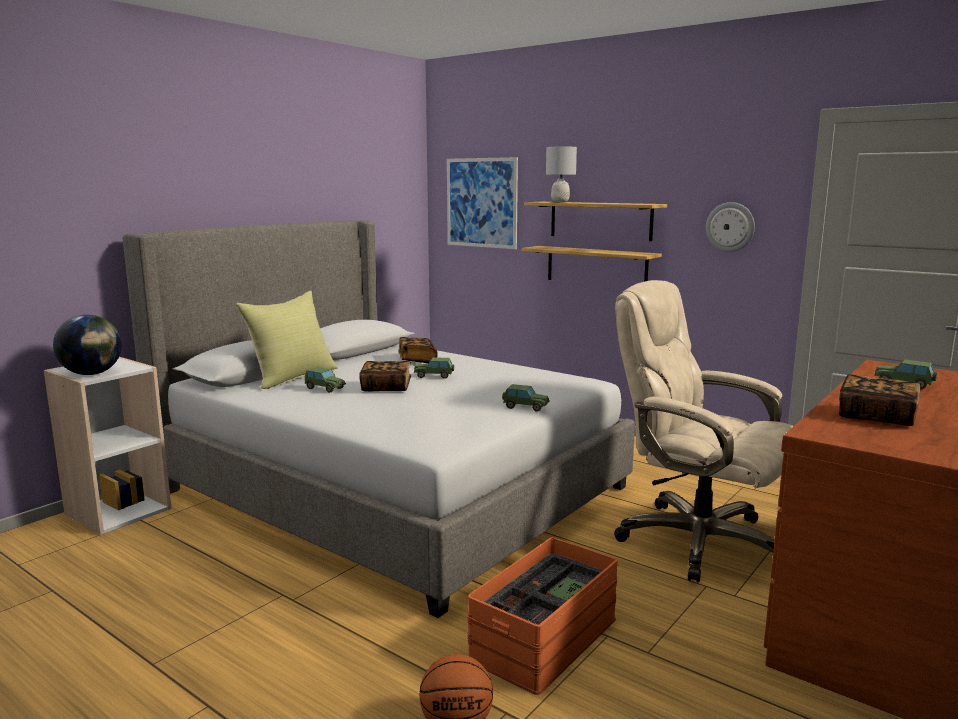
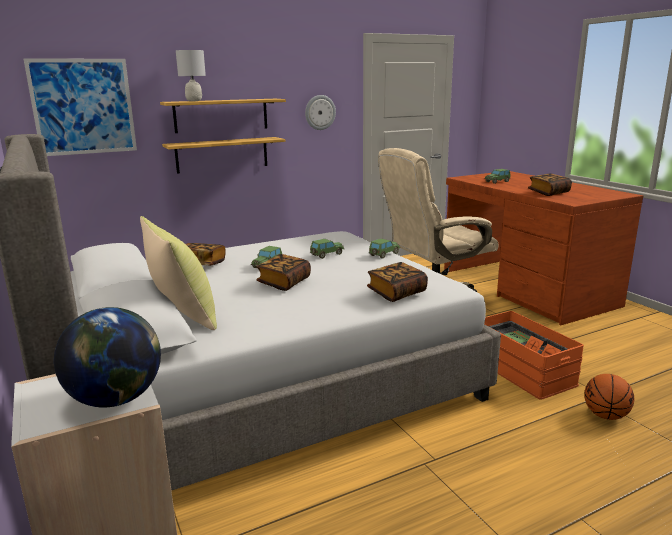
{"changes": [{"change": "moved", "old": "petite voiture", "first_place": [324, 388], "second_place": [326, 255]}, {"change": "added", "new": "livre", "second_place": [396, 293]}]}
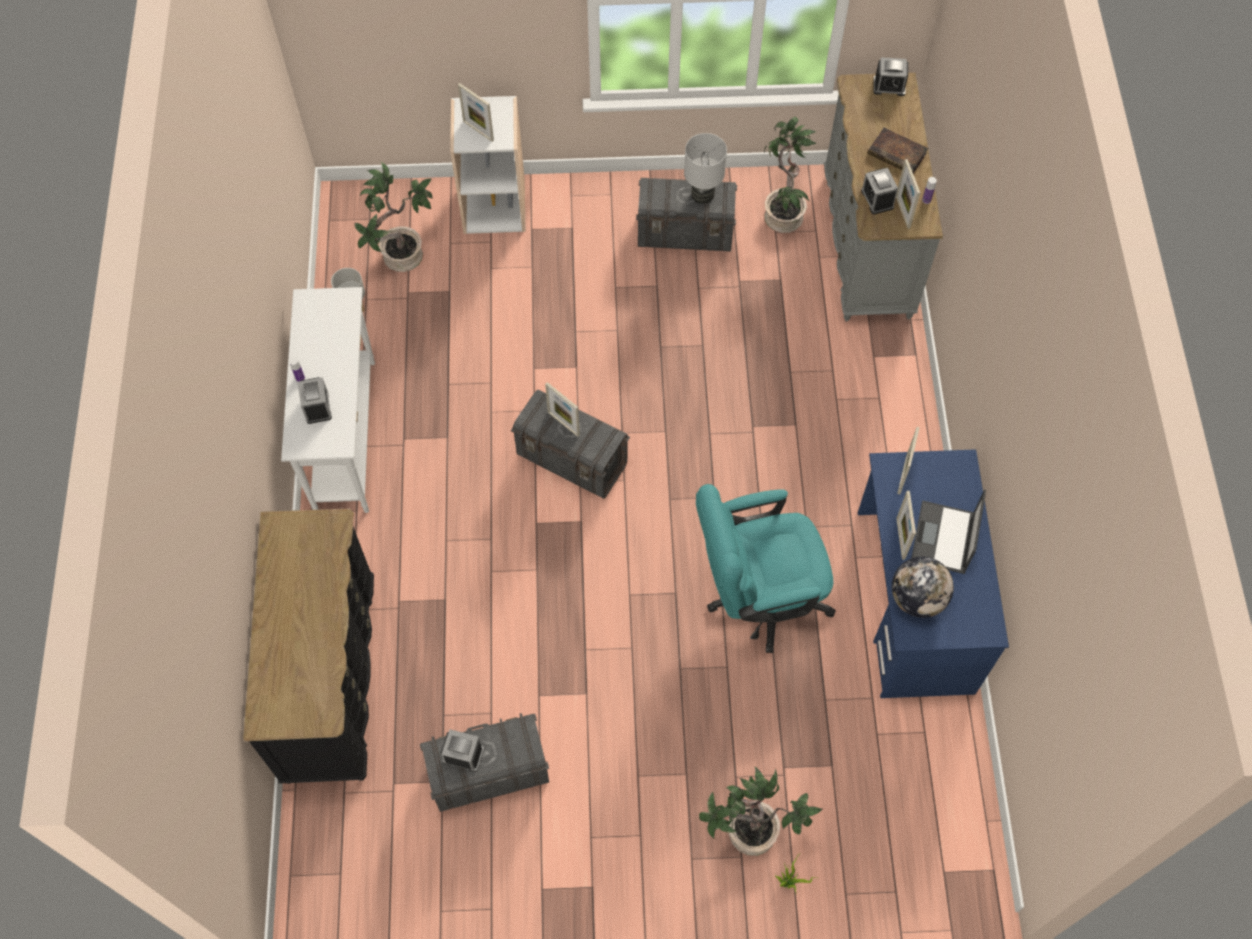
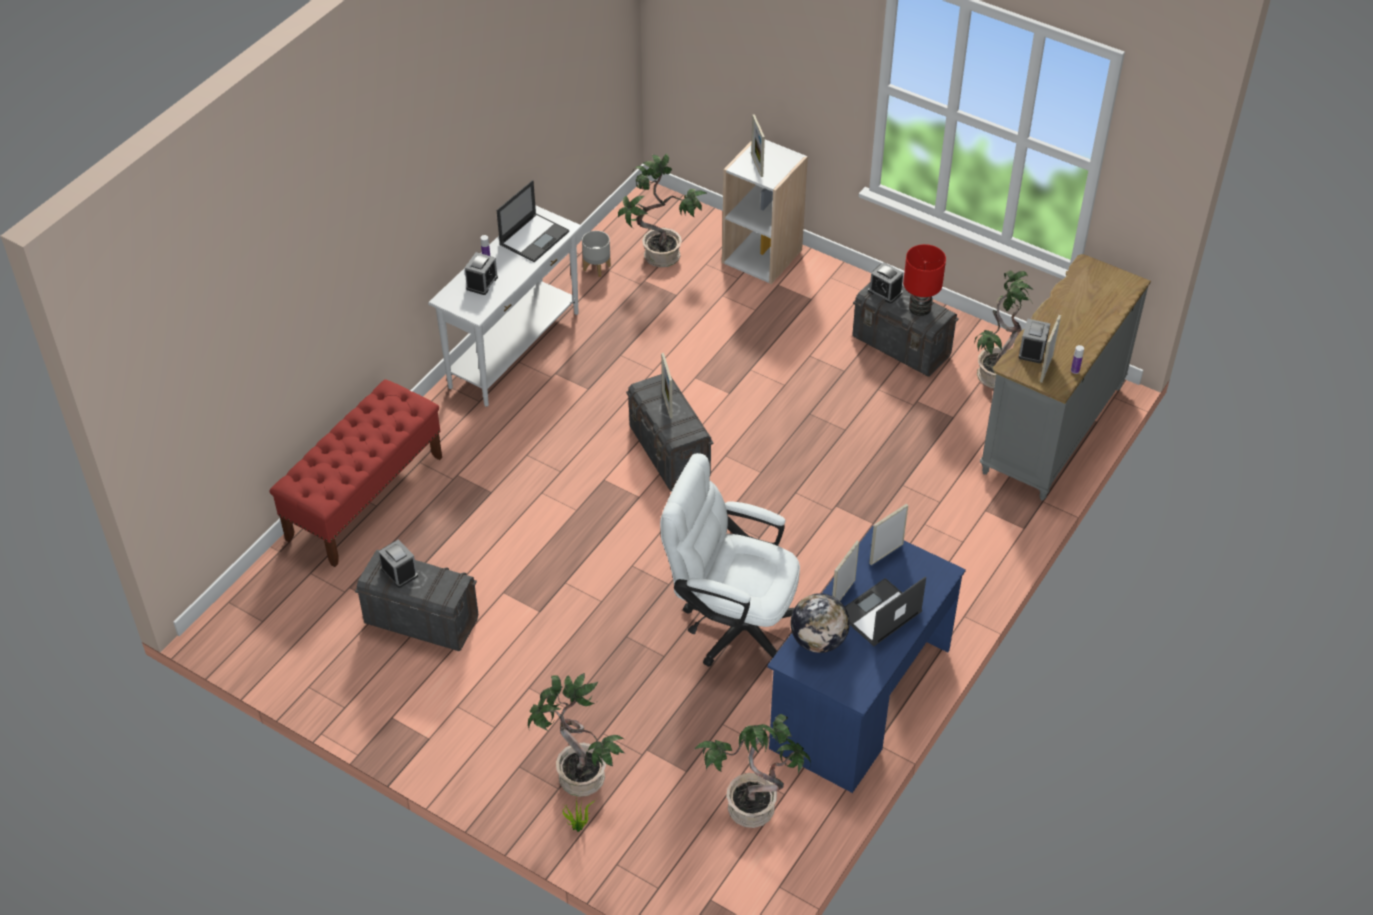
{"changes": [{"change": "moved", "old": "réveil", "first_place": [889, 86], "second_place": [885, 292]}, {"change": "removed", "old": "livre", "first_place": [898, 154]}, {"change": "recoloured", "old": "lampe de table/gris", "new": "lampe de table/rouge", "first_place": [703, 194], "second_place": [920, 308]}, {"change": "recoloured", "old": "chaise de bureau/turquoise", "new": "chaise de bureau/blanc", "first_place": [757, 597], "second_place": [731, 623]}, {"change": "replaced", "old": "commode/noir", "new": "banc/rouge", "first_place": [331, 679], "second_place": [365, 497]}, {"change": "added", "new": "ordinateur portable", "second_place": [534, 237]}, {"change": "added", "new": "plante en pot", "second_place": [752, 806]}]}
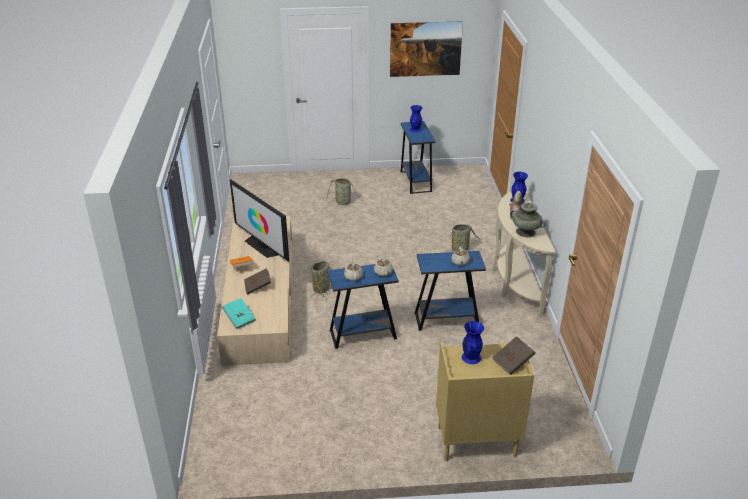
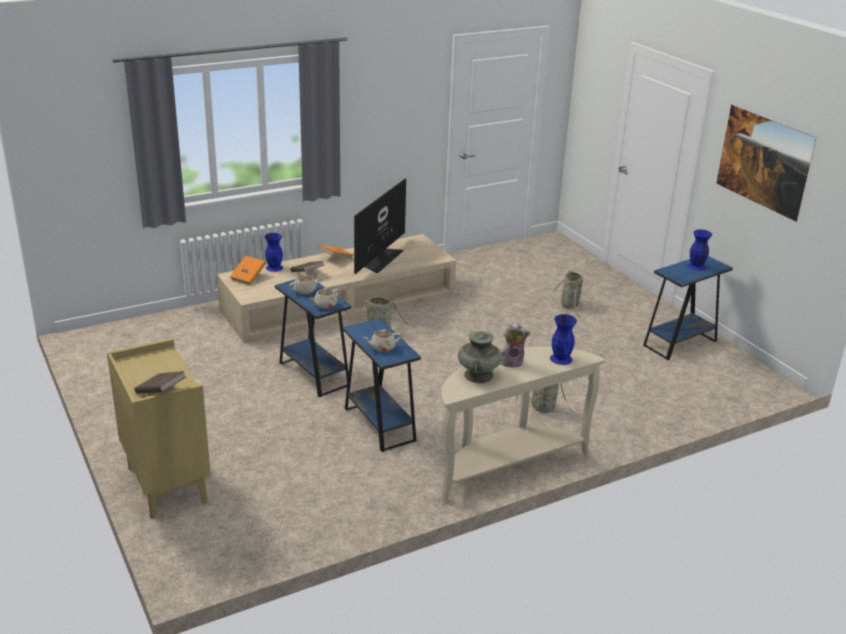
{"changes": [{"change": "recoloured", "old": "livre/turquoise", "new": "livre/orange", "first_place": [239, 319], "second_place": [248, 277]}, {"change": "moved", "old": "vase/bleu", "first_place": [471, 357], "second_place": [274, 267]}]}
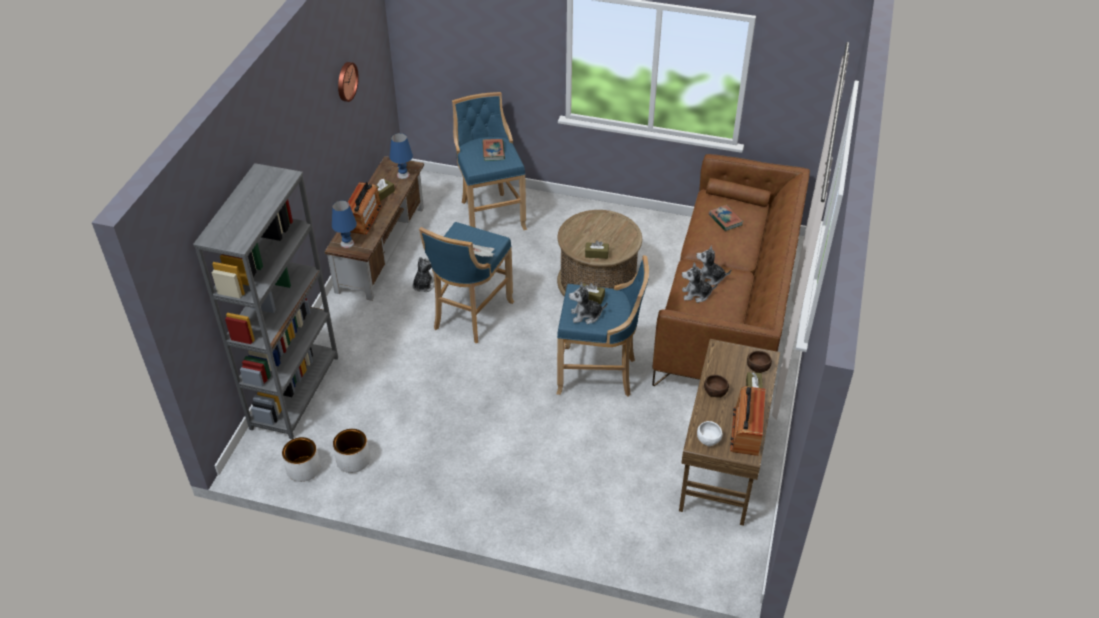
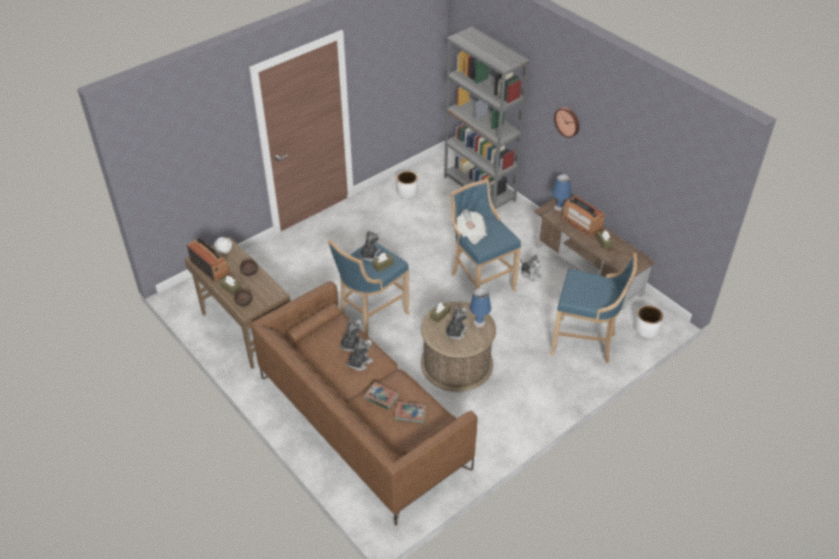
{"changes": [{"change": "moved", "old": "horloge murale", "first_place": [346, 81], "second_place": [567, 121]}, {"change": "moved", "old": "lampe de table/bleu", "first_place": [403, 175], "second_place": [479, 323]}, {"change": "moved", "old": "livre", "first_place": [493, 151], "second_place": [381, 397]}, {"change": "moved", "old": "cache-pot/blanc", "first_place": [303, 469], "second_place": [646, 329]}, {"change": "added", "new": "peluche", "second_place": [455, 332]}]}
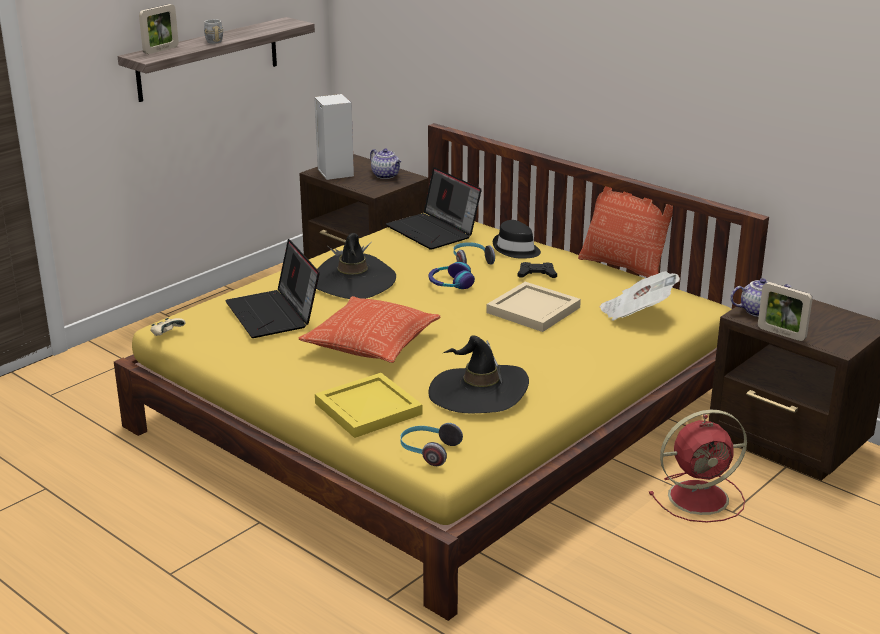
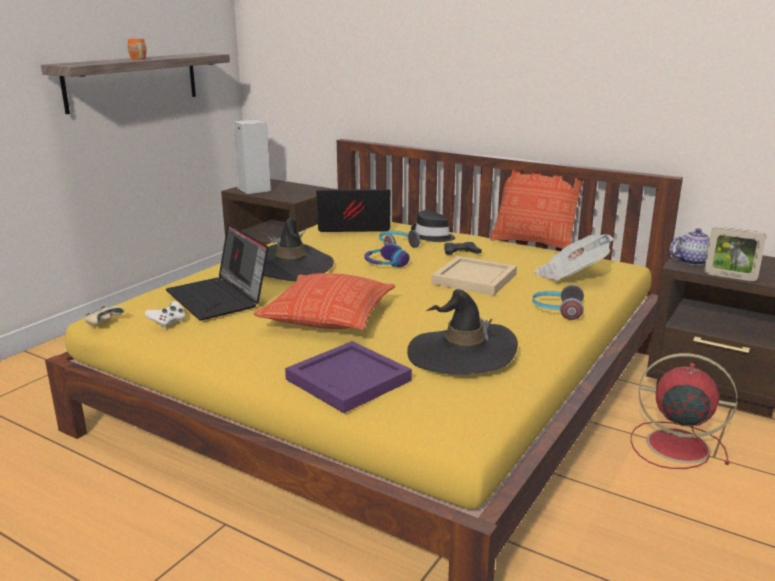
{"changes": [{"change": "removed", "old": "cadre photo", "first_place": [161, 50]}, {"change": "recoloured", "old": "mug/gris", "new": "mug/orange", "first_place": [213, 40], "second_place": [136, 59]}, {"change": "removed", "old": "théière", "first_place": [386, 175]}, {"change": "turned", "old": "ordinateur portable", "first_place": [434, 231], "second_place": [353, 228], "degrees": 135}, {"change": "recoloured", "old": "plateau/jaune", "new": "plateau/violet", "first_place": [370, 409], "second_place": [350, 380]}, {"change": "turned", "old": "ventilateur/rouge", "first_place": [701, 497], "second_place": [674, 445], "degrees": -135}, {"change": "moved", "old": "casque audio", "first_place": [428, 451], "second_place": [556, 311]}, {"change": "added", "new": "manette/blanc", "second_place": [168, 322]}]}
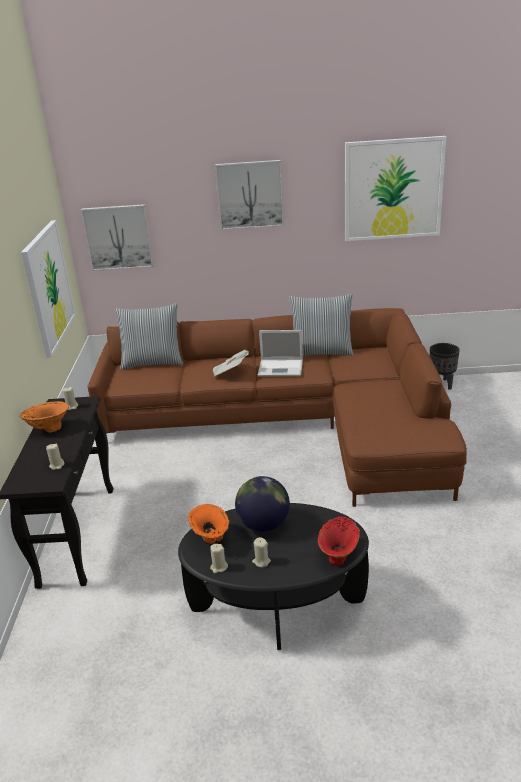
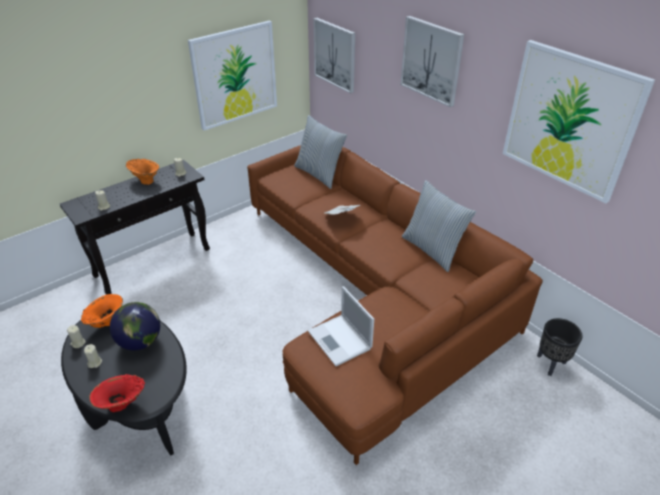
{"changes": [{"change": "moved", "old": "ordinateur portable", "first_place": [281, 368], "second_place": [340, 340]}]}
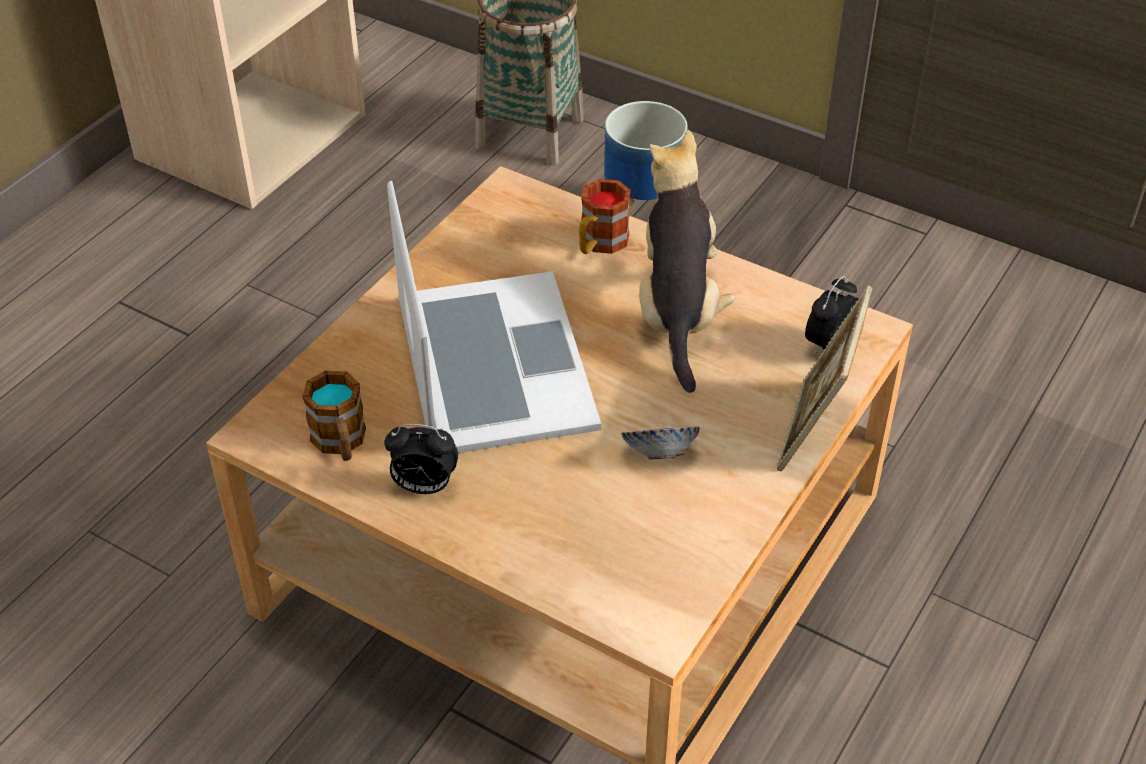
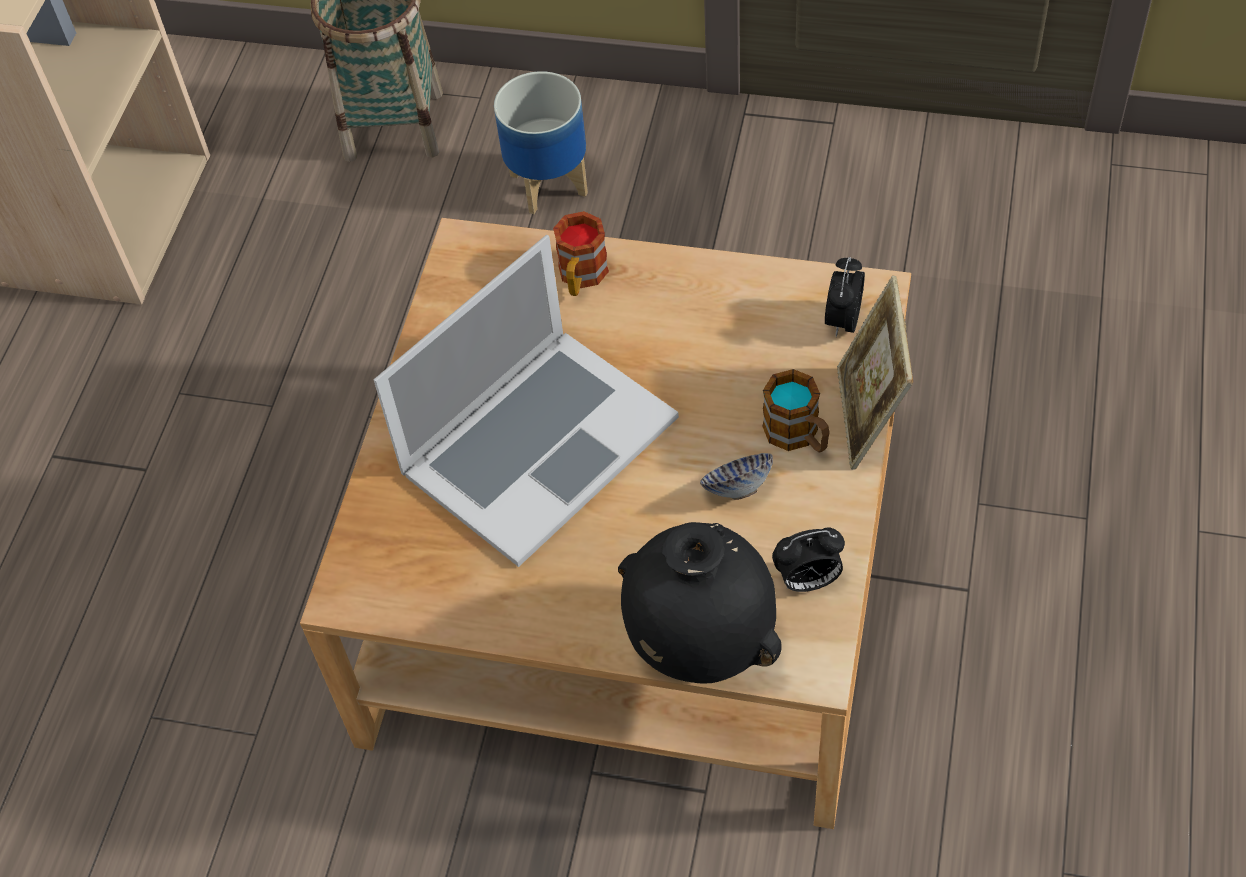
{"changes": [{"change": "removed", "old": "peluche", "first_place": [678, 312]}, {"change": "turned", "old": "ordinateur portable", "first_place": [492, 363], "second_place": [538, 443], "degrees": 75}, {"change": "moved", "old": "mug", "first_place": [341, 443], "second_place": [798, 436]}, {"change": "moved", "old": "réveil", "first_place": [424, 486], "second_place": [807, 580]}, {"change": "added", "new": "vase/noir", "second_place": [698, 643]}]}
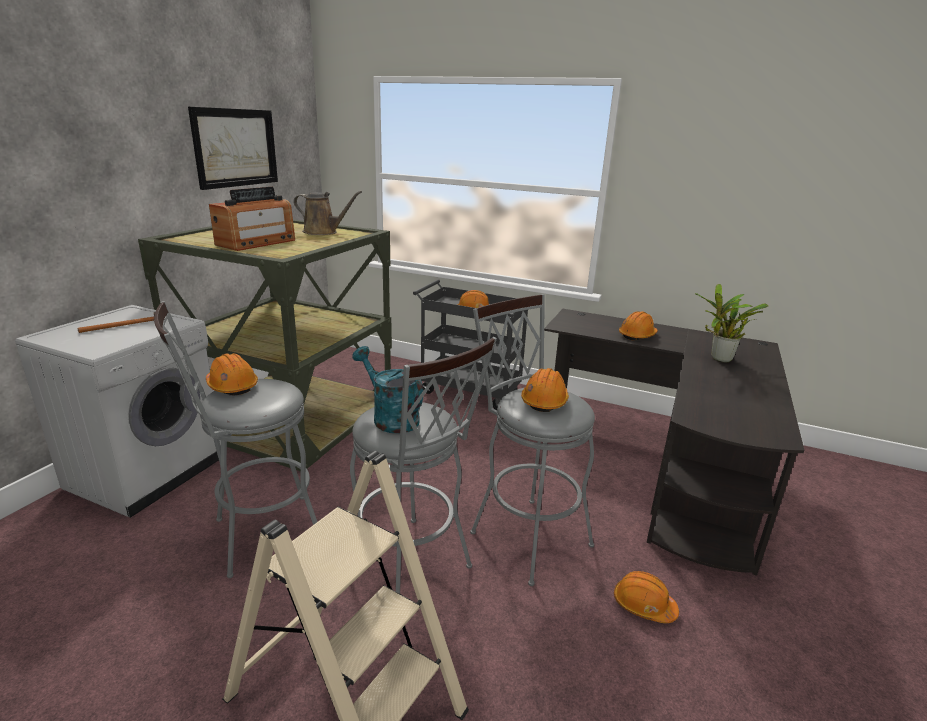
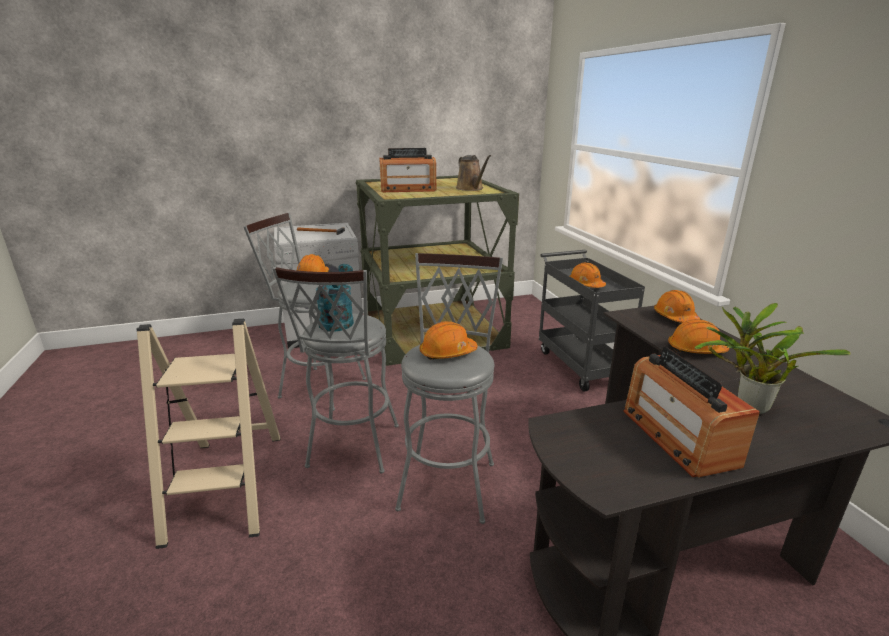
{"changes": [{"change": "removed", "old": "tableau", "first_place": [235, 147]}, {"change": "moved", "old": "casque de chantier/orange", "first_place": [643, 605], "second_place": [675, 317]}, {"change": "added", "new": "radio", "second_place": [677, 436]}]}
